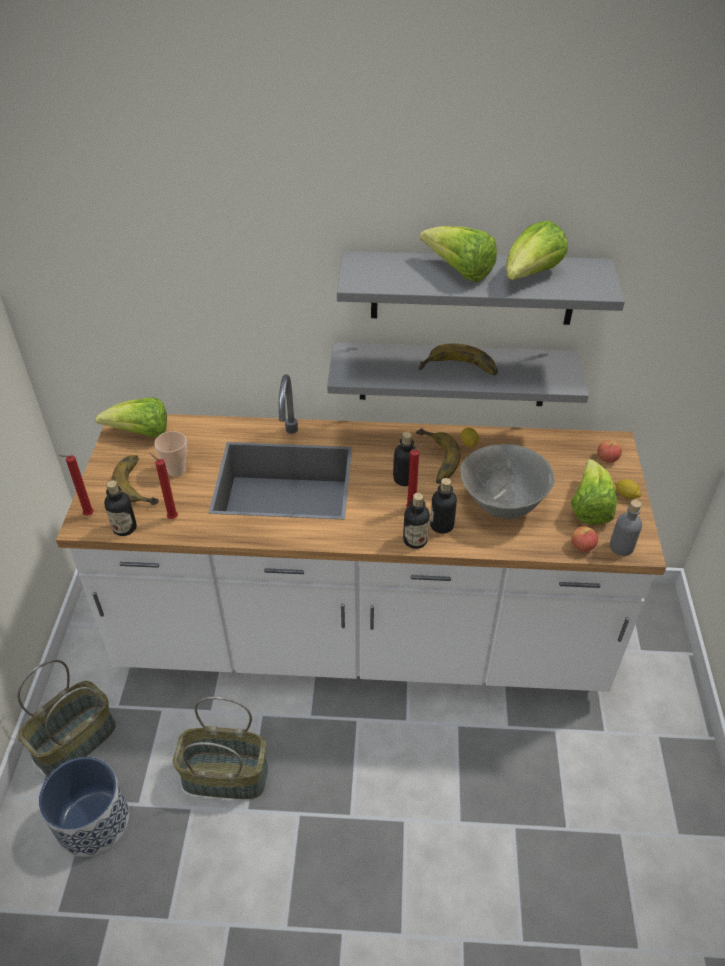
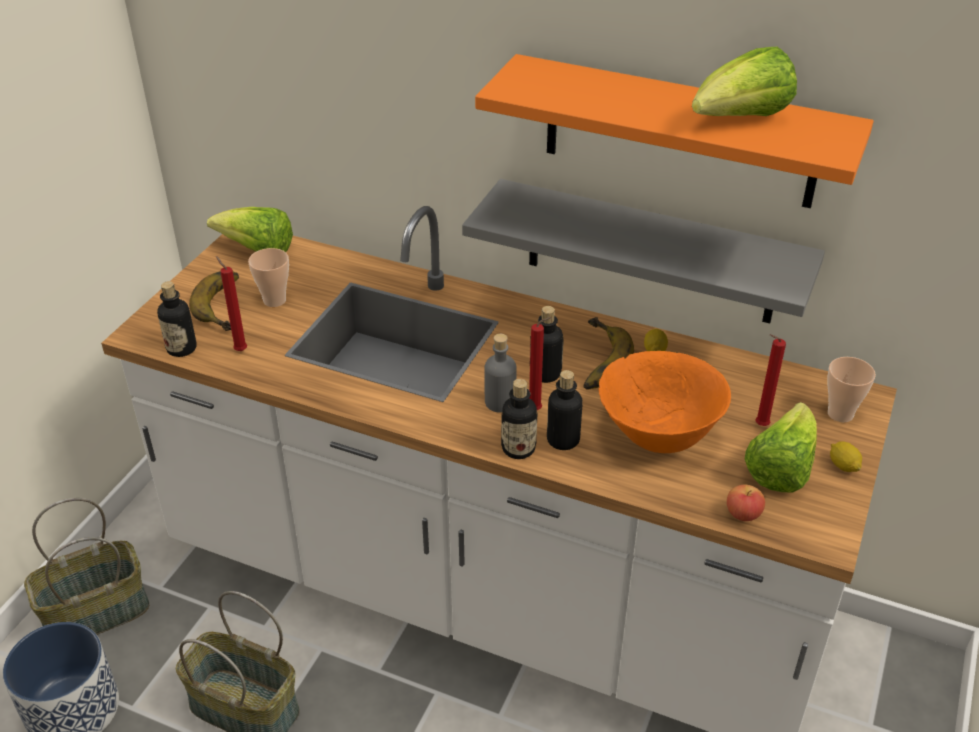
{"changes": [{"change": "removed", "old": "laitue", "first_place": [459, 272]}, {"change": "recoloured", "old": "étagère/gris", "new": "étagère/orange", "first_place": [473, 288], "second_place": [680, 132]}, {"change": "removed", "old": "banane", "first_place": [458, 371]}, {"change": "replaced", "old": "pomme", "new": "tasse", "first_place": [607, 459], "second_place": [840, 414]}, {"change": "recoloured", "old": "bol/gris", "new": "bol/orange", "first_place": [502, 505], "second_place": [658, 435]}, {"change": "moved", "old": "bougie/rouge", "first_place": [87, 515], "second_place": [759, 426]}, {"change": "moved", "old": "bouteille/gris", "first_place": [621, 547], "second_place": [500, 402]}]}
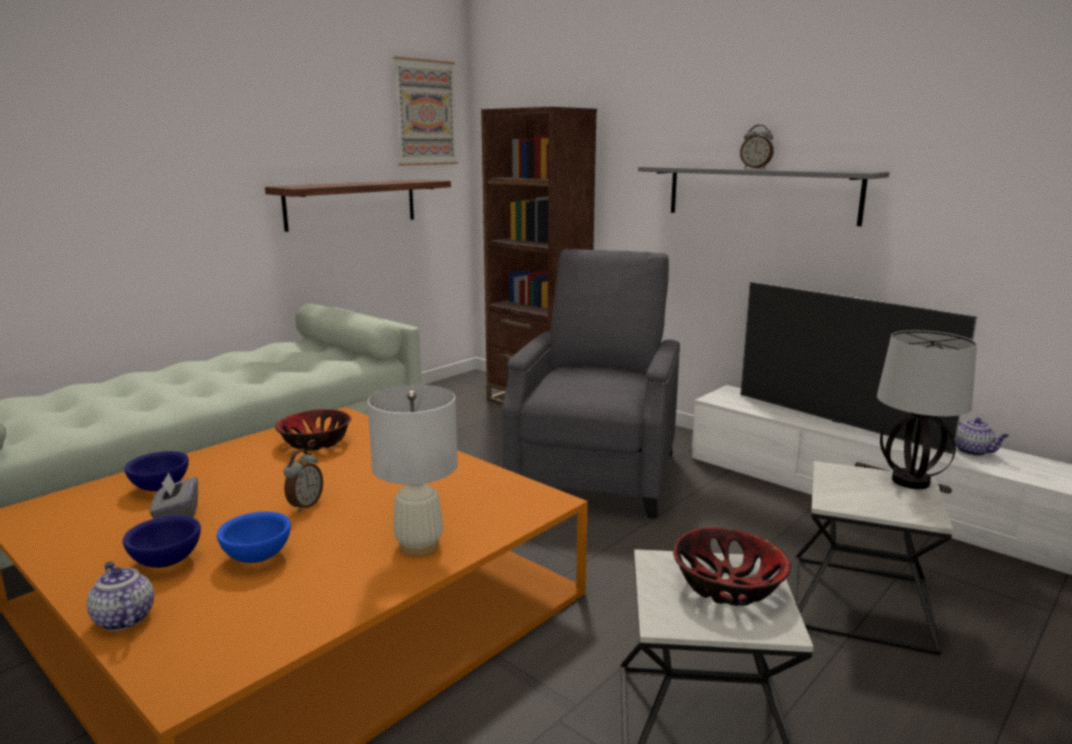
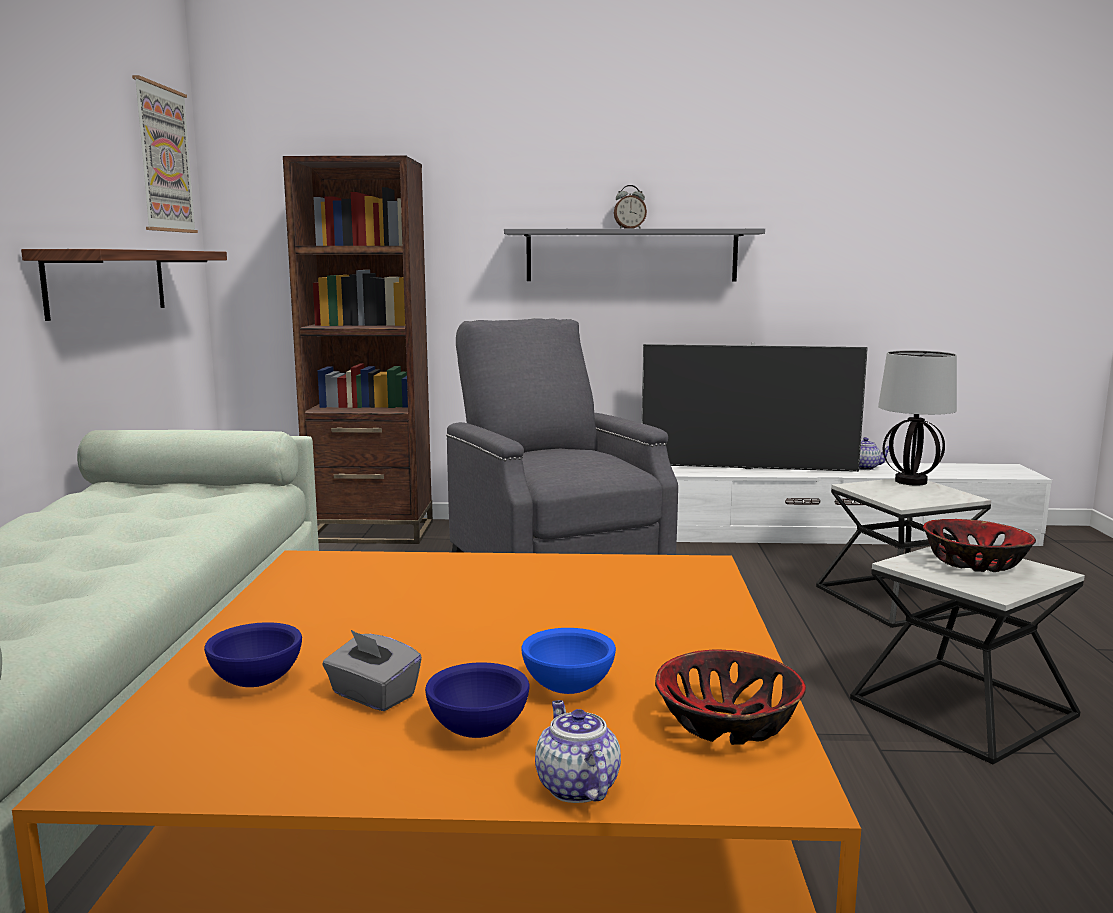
{"changes": [{"change": "removed", "old": "lampe de table/blanc", "first_place": [418, 545]}, {"change": "moved", "old": "bol", "first_place": [315, 443], "second_place": [727, 724]}, {"change": "removed", "old": "réveil", "first_place": [304, 505]}, {"change": "turned", "old": "théière", "first_place": [123, 618], "second_place": [575, 786], "degrees": 60}]}
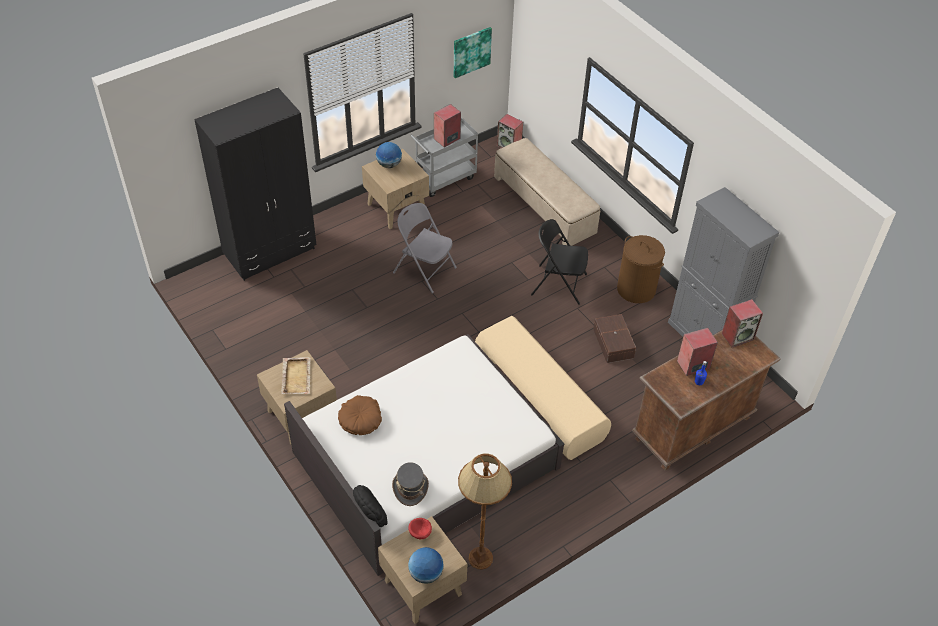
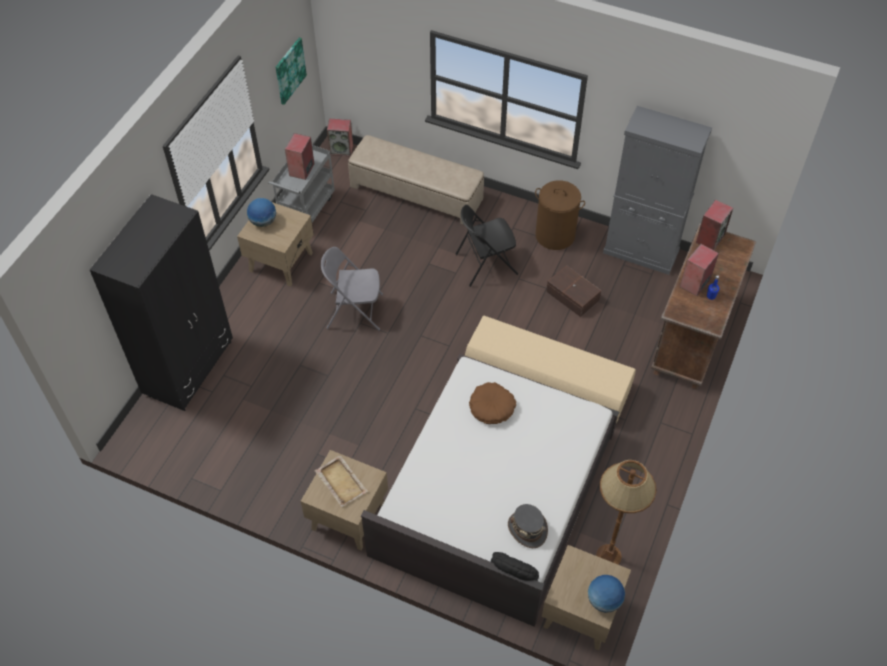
{"changes": [{"change": "moved", "old": "coussin/marron", "first_place": [359, 420], "second_place": [491, 408]}, {"change": "removed", "old": "bol/rouge", "first_place": [420, 533]}]}
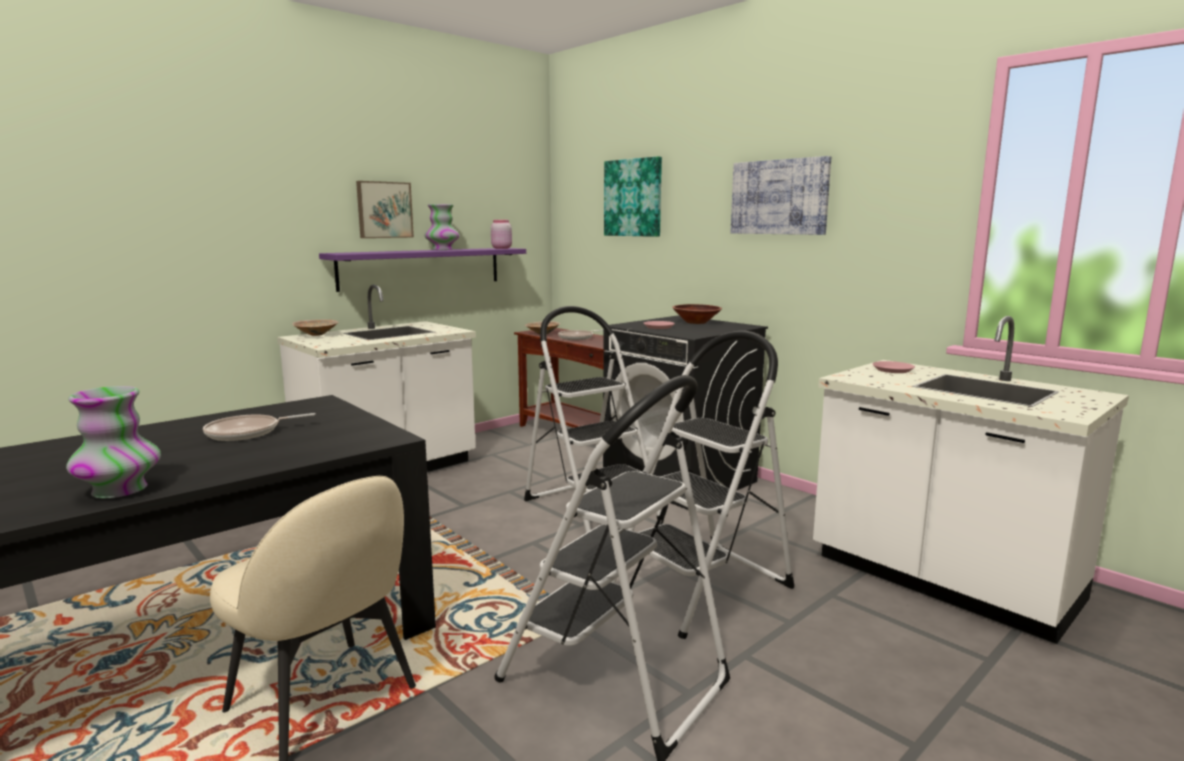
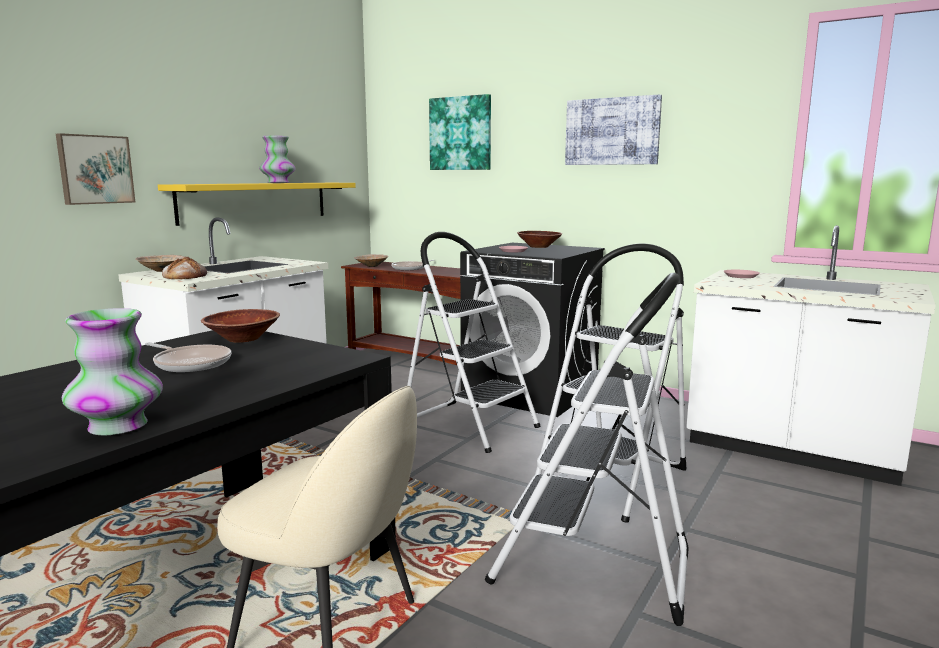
{"changes": [{"change": "moved", "old": "tableau", "first_place": [384, 210], "second_place": [95, 169]}, {"change": "removed", "old": "bocal/rose", "first_place": [501, 248]}, {"change": "recoloured", "old": "étagère/violet", "new": "étagère/jaune", "first_place": [422, 268], "second_place": [256, 201]}, {"change": "turned", "old": "poêle", "first_place": [247, 432], "second_place": [190, 363], "degrees": -105}, {"change": "added", "new": "pain", "second_place": [185, 276]}, {"change": "added", "new": "bol/marron", "second_place": [243, 339]}]}
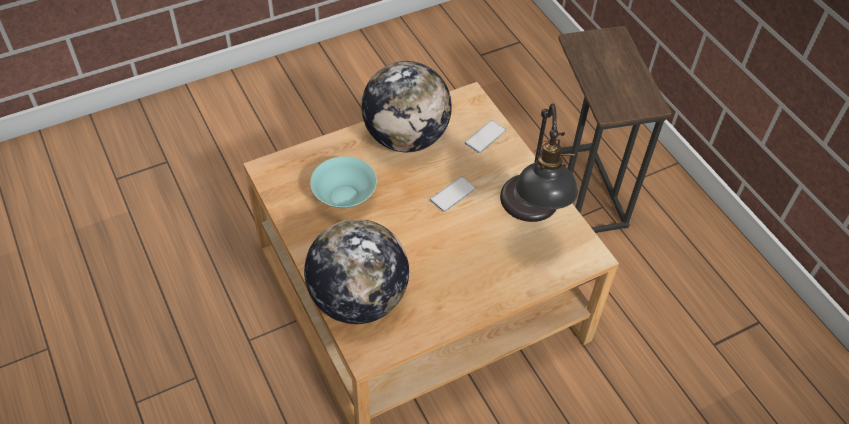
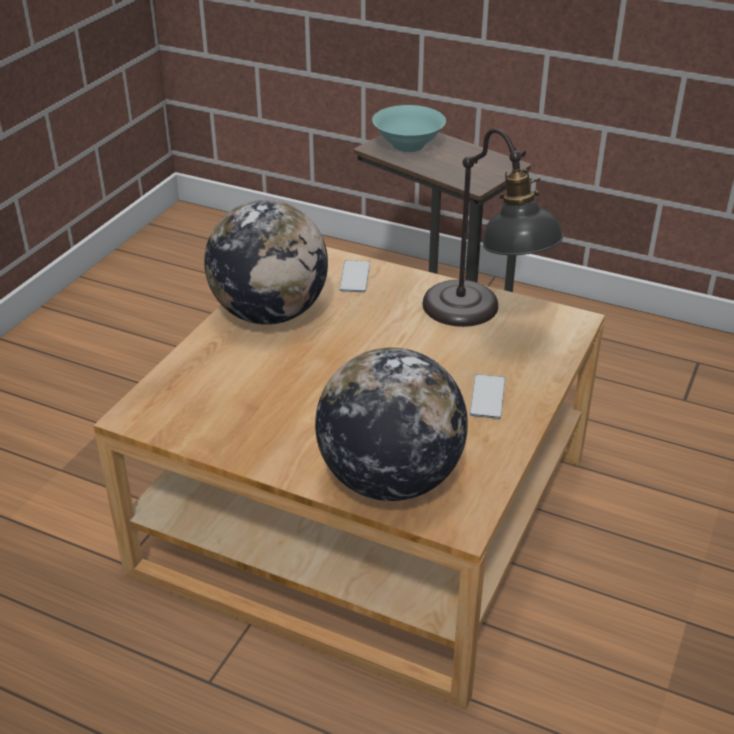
{"changes": [{"change": "moved", "old": "bol/turquoise", "first_place": [344, 197], "second_place": [409, 145]}, {"change": "moved", "old": "téléphone", "first_place": [452, 194], "second_place": [487, 397]}]}
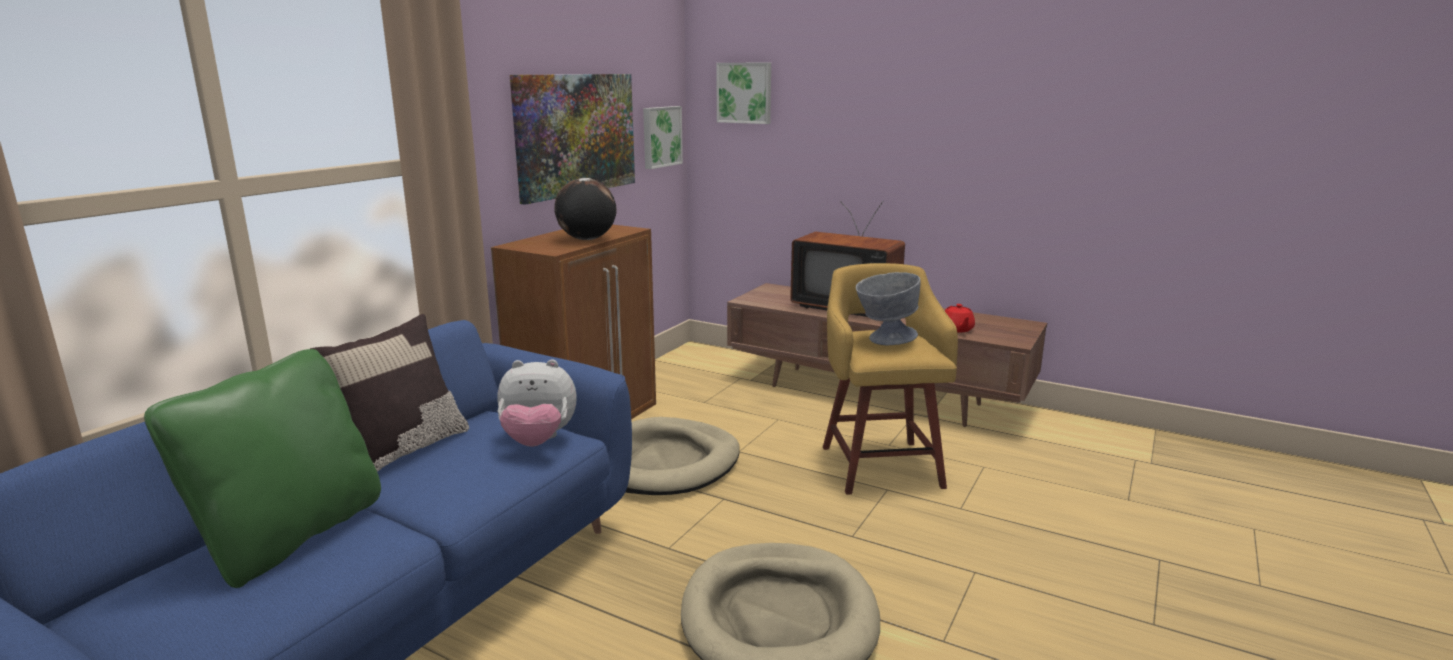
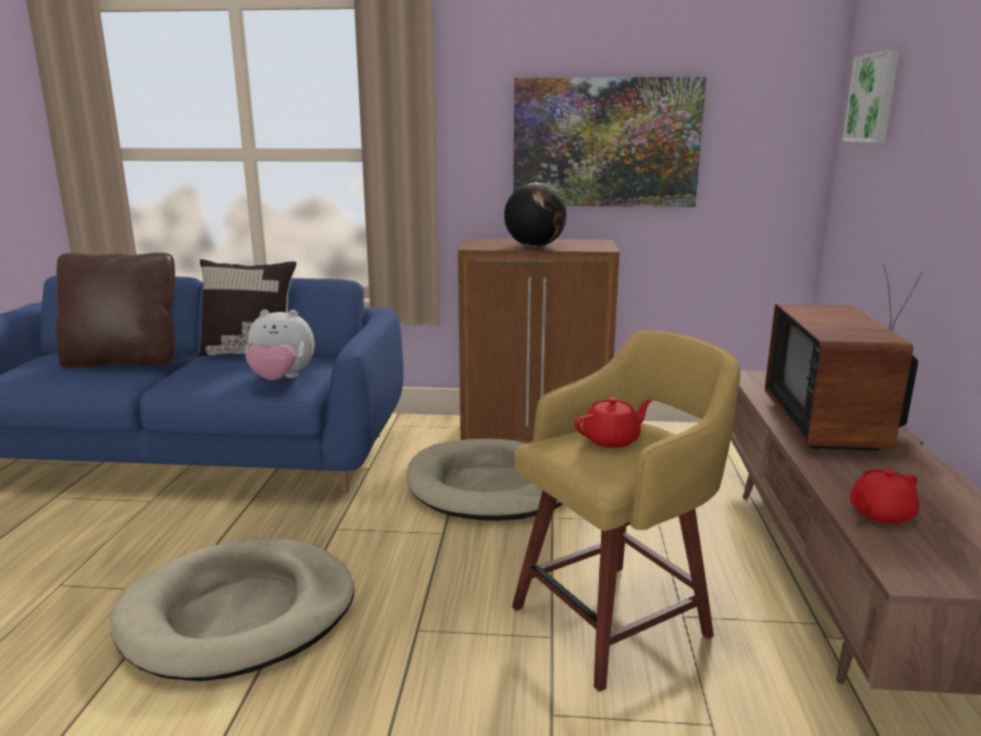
{"changes": [{"change": "removed", "old": "tableau", "first_place": [660, 136]}, {"change": "replaced", "old": "bol/gris", "new": "théière/rouge", "first_place": [884, 340], "second_place": [612, 440]}, {"change": "recoloured", "old": "coussin/vert", "new": "coussin/marron", "first_place": [291, 535], "second_place": [124, 361]}, {"change": "turned", "old": "peluche", "first_place": [538, 441], "second_place": [281, 379], "degrees": -60}]}
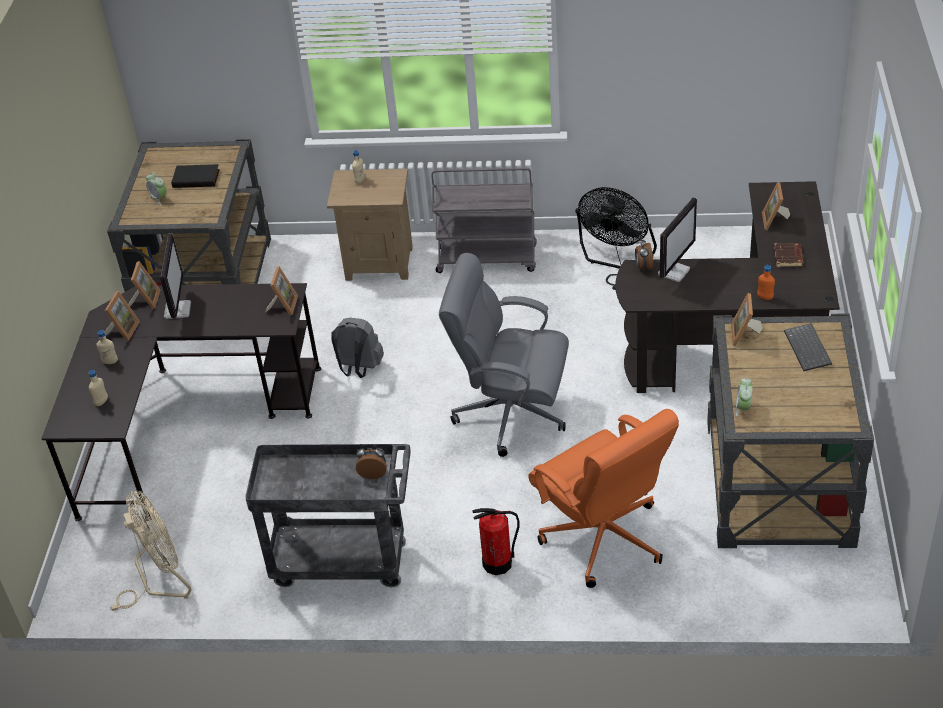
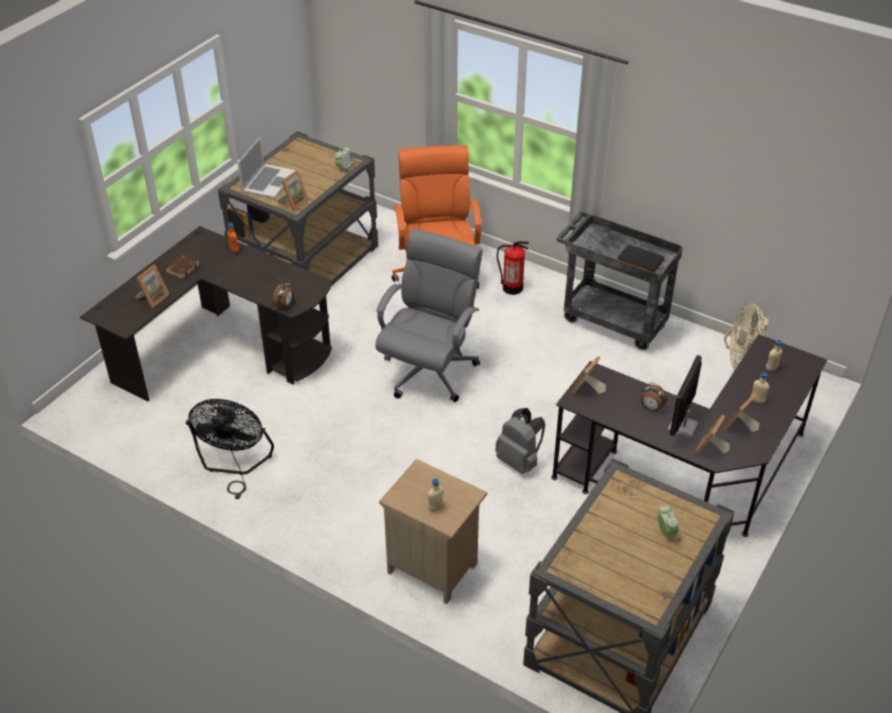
{"changes": [{"change": "moved", "old": "livre/noir", "first_place": [196, 178], "second_place": [639, 262]}, {"change": "removed", "old": "chariot/gris", "first_place": [488, 259]}, {"change": "turned", "old": "ventilateur/noir", "first_place": [613, 260], "second_place": [232, 464], "degrees": 135}, {"change": "removed", "old": "écran d'ordinateur", "first_place": [674, 271]}, {"change": "turned", "old": "chaise de bureau/gris", "first_place": [511, 414], "second_place": [429, 372], "degrees": -105}, {"change": "replaced", "old": "clavier", "new": "ordinateur portable", "first_place": [808, 349], "second_place": [268, 181]}, {"change": "moved", "old": "réveil", "first_place": [373, 473], "second_place": [651, 408]}]}
